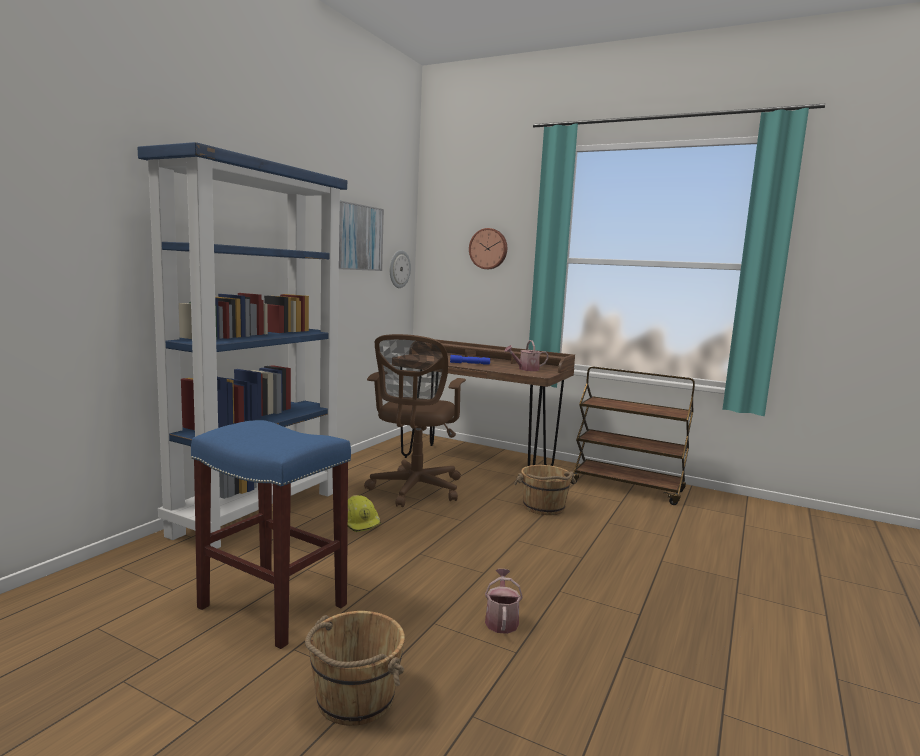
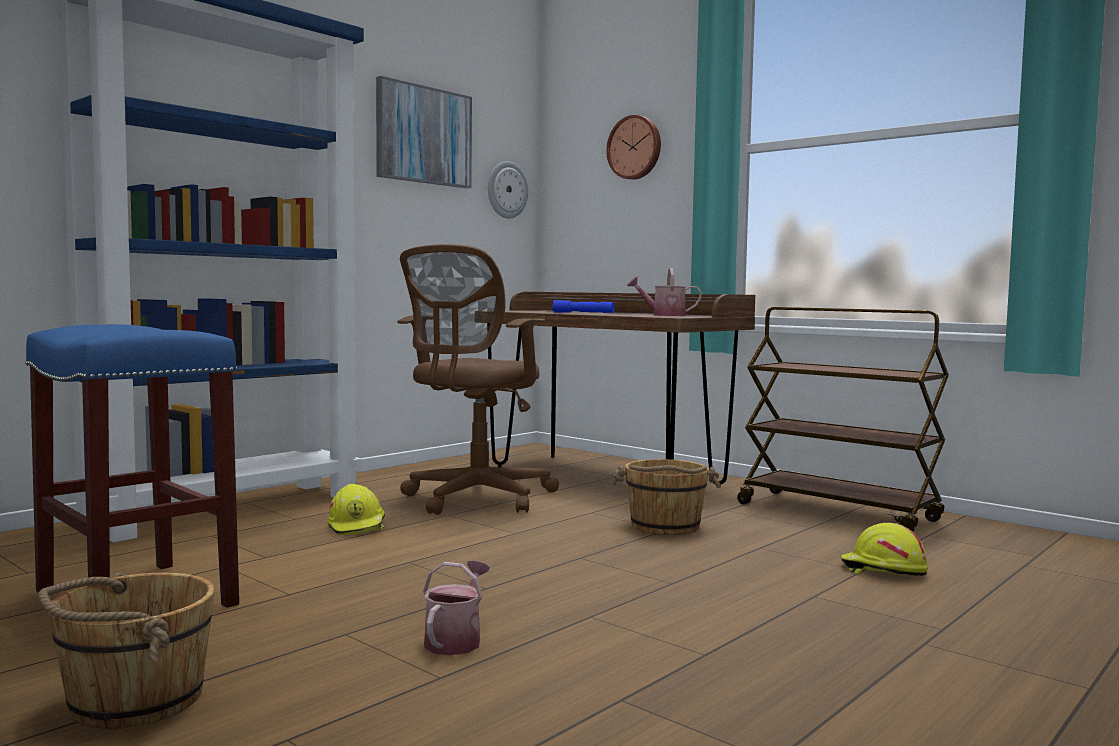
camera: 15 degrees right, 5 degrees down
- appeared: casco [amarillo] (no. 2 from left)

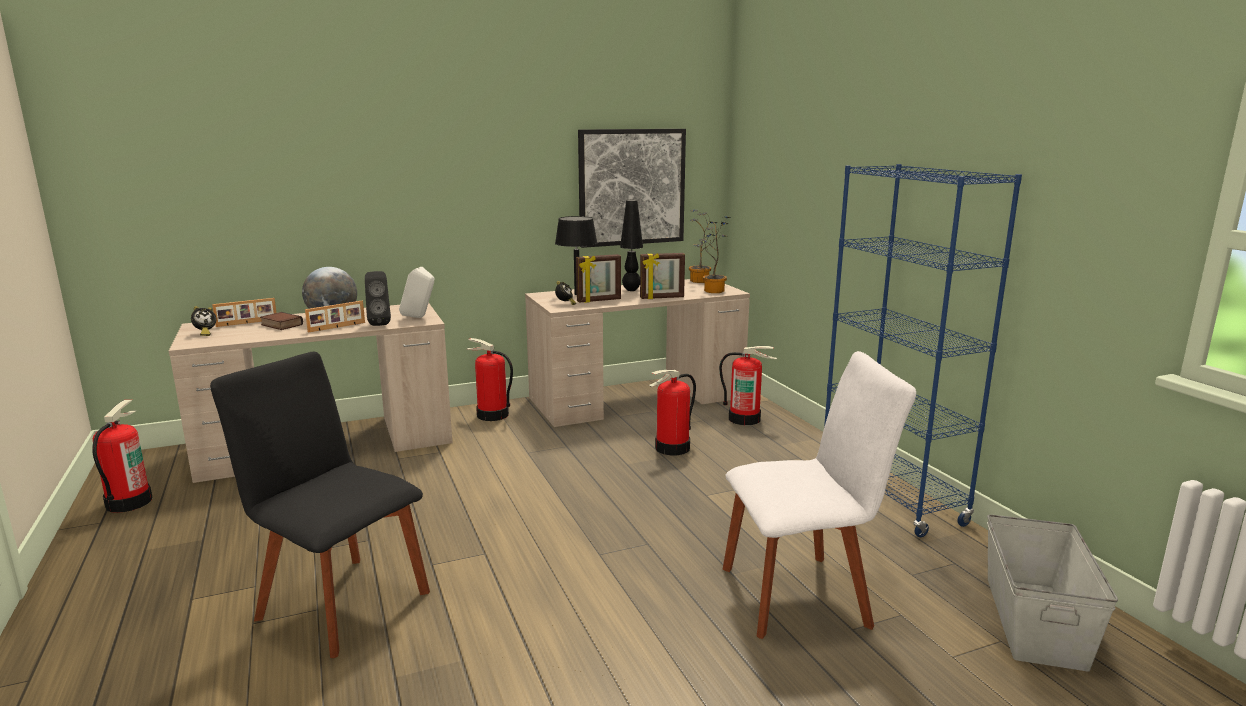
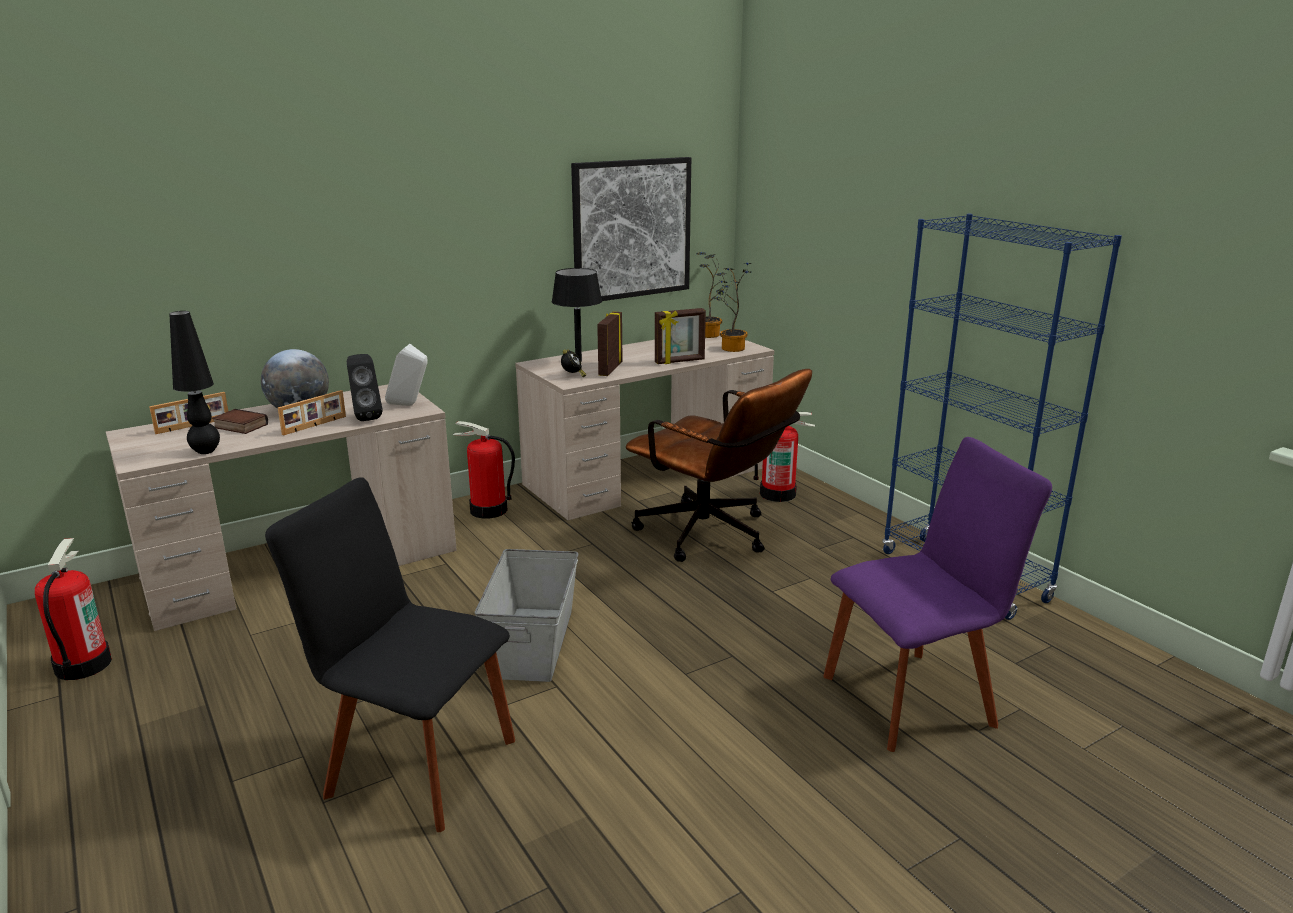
camera: 10 degrees left, 5 degrees up
- missing: despertador (no. 1 from left)
- relocated: lámpara de mesa [negro] (no. 2 from left in the first image) to lámpara de mesa [negro] (no. 1 from left)
- relocated: caja de almacenaje [gris]
- exchanged: extintor (no. 3 from left) to silla de oficina [marrón]
- colour: silla [blanco] to silla [morado]
- spun: portarretratos (no. 3 from left) 135 degrees clockwise

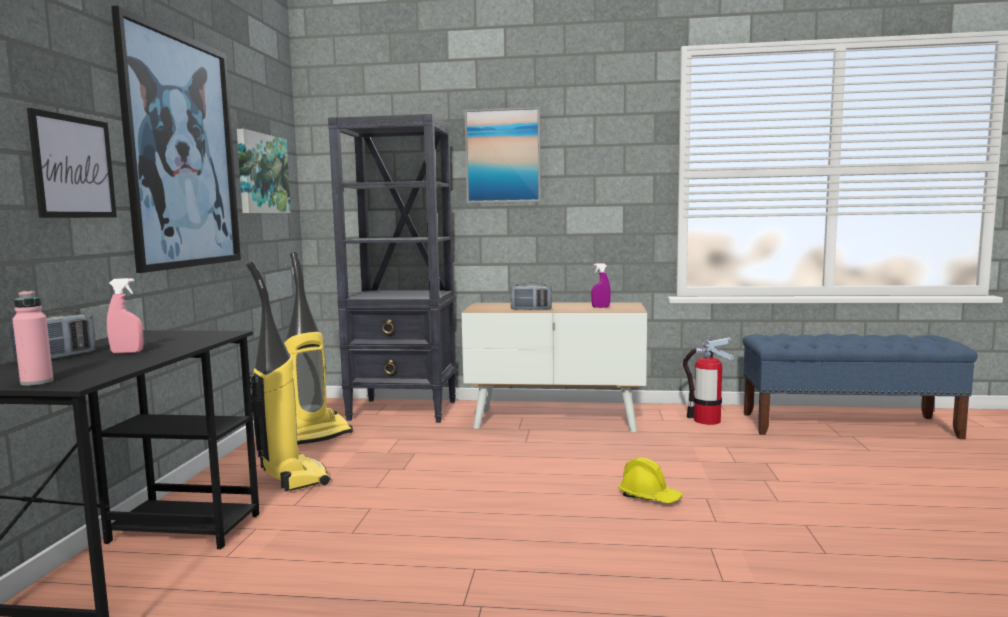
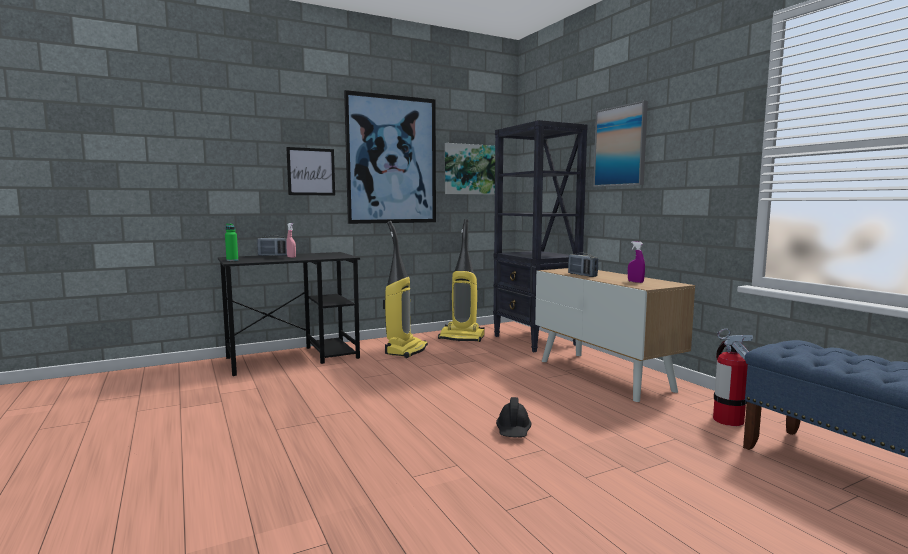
camera: 55 degrees right, 0 degrees up
- colour: botella [rosa] to botella [verde]
- colour: casco [amarillo] to casco [negro]

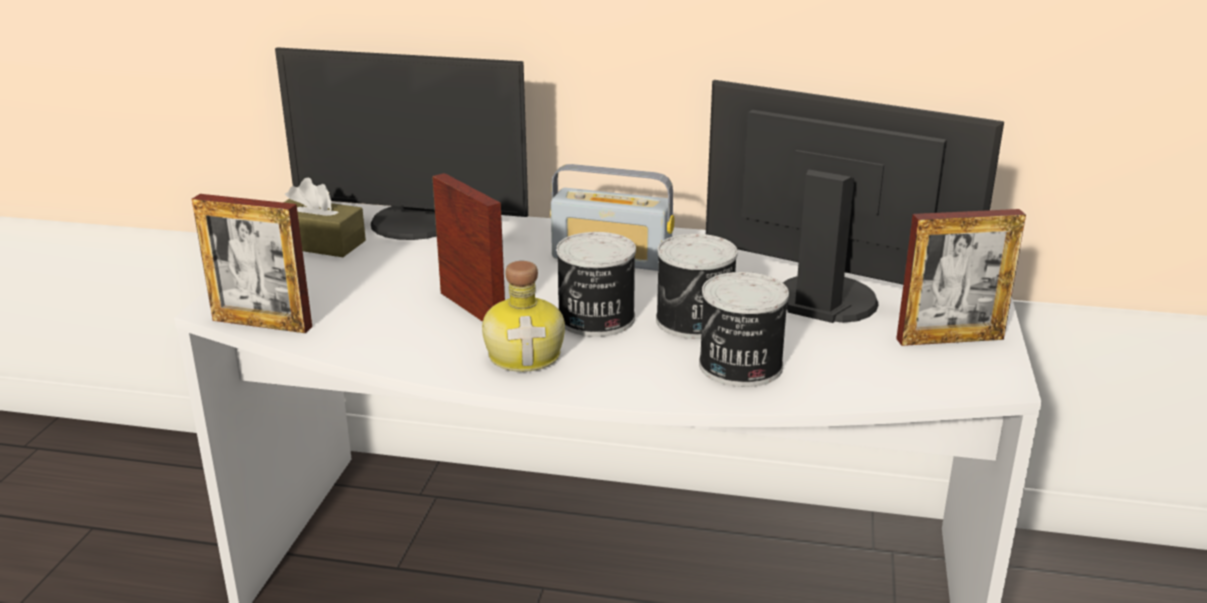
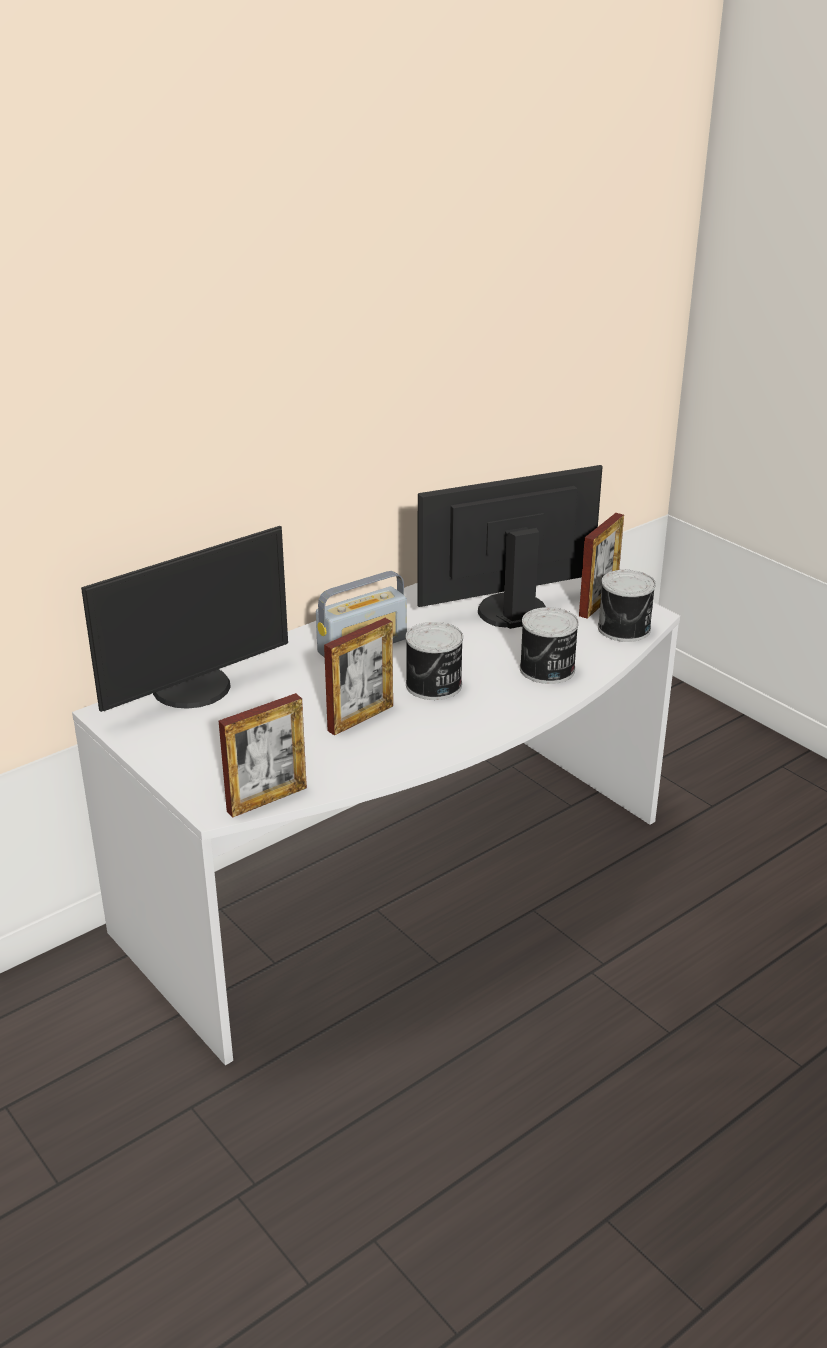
camera: 50 degrees left, 5 degrees up
- missing: caja de pañuelos [marrón]
- missing: botella
- relocated: lata (no. 2 from left in the first image) to lata (no. 3 from left)
- spun: portarretratos (no. 2 from left) 135 degrees clockwise

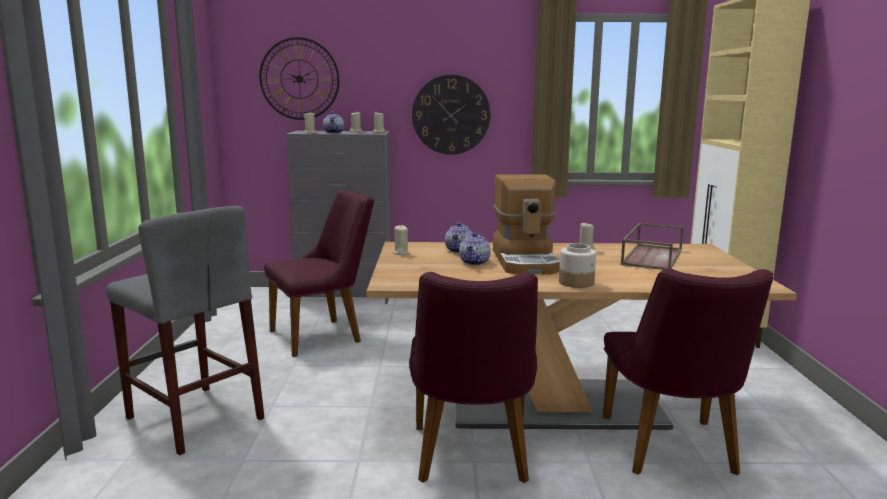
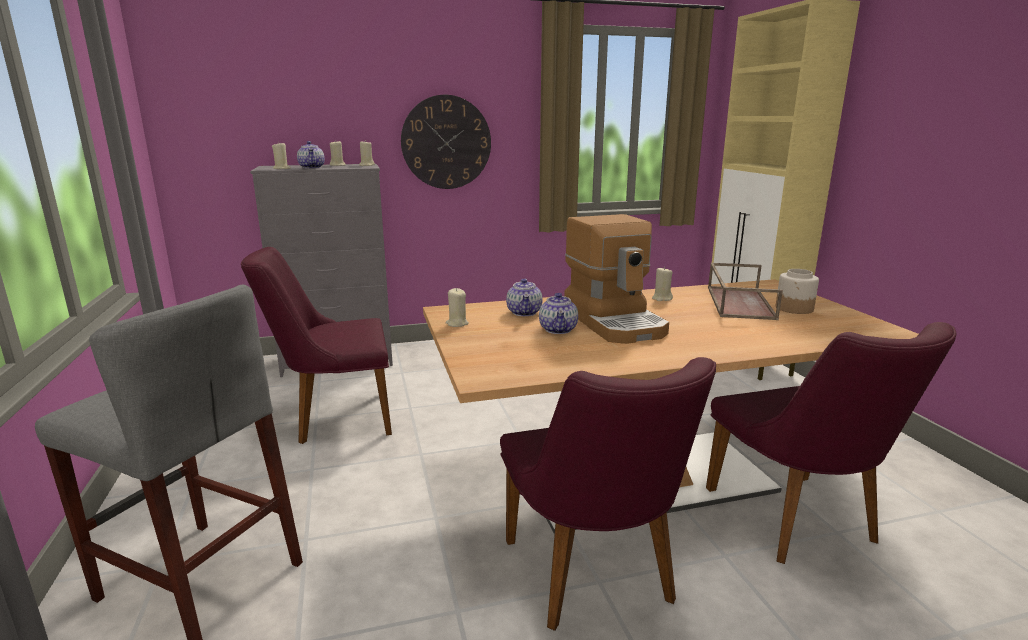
camera: 15 degrees left, 5 degrees up
- missing: reloj de pared (no. 1 from left)
- relocated: tarro
- spun: silla [morado] (no. 1 from left) 150 degrees counterclockwise

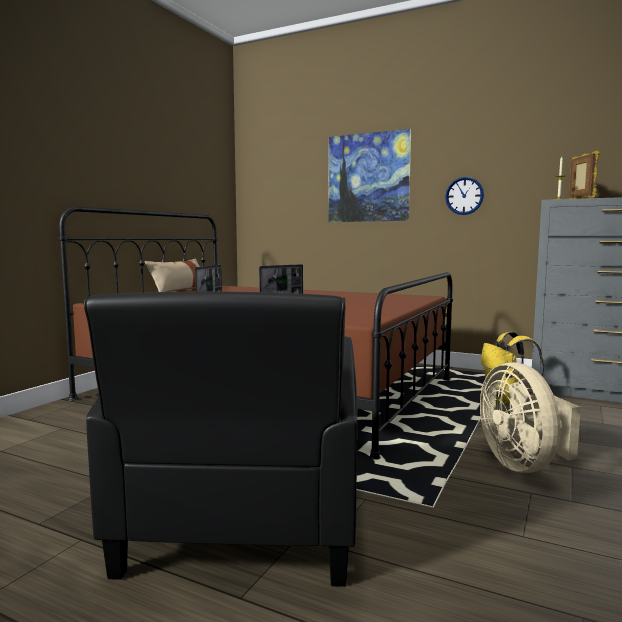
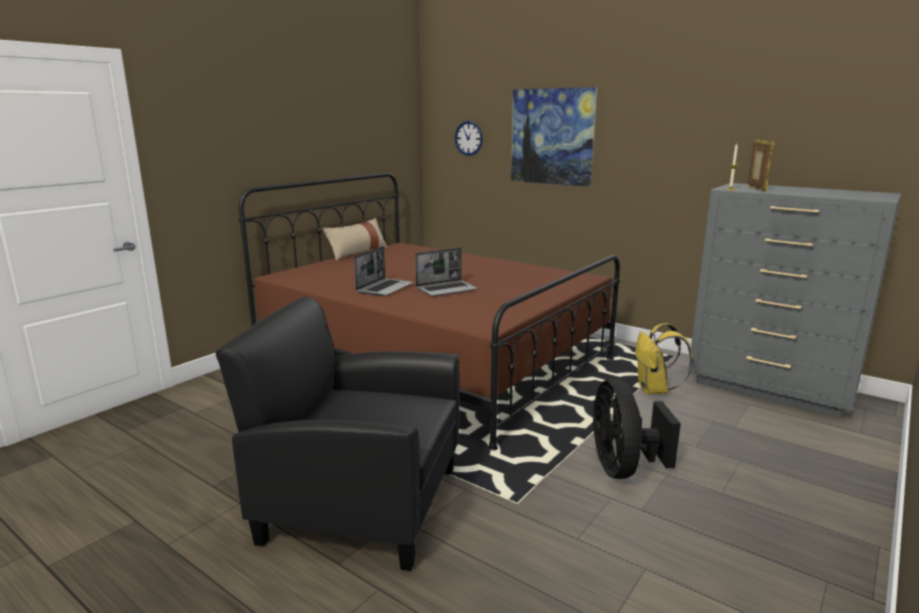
camera: 10 degrees right, 10 degrees up
- relocated: reloj de pared
- colour: ventilador [beis] to ventilador [negro]
- spun: sillón [negro] 90 degrees clockwise

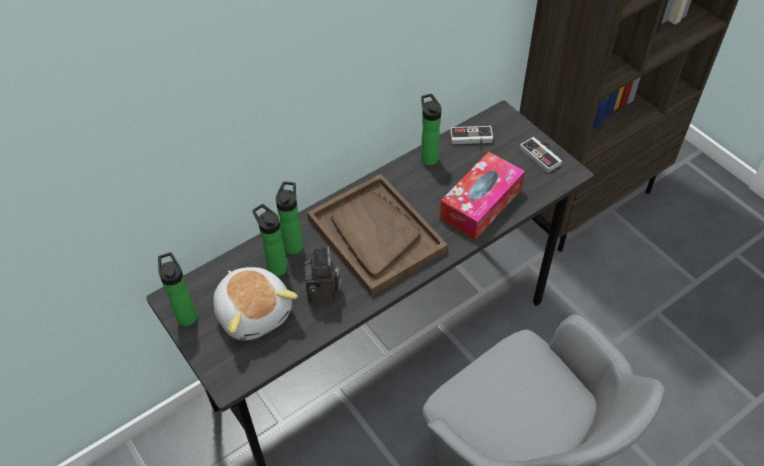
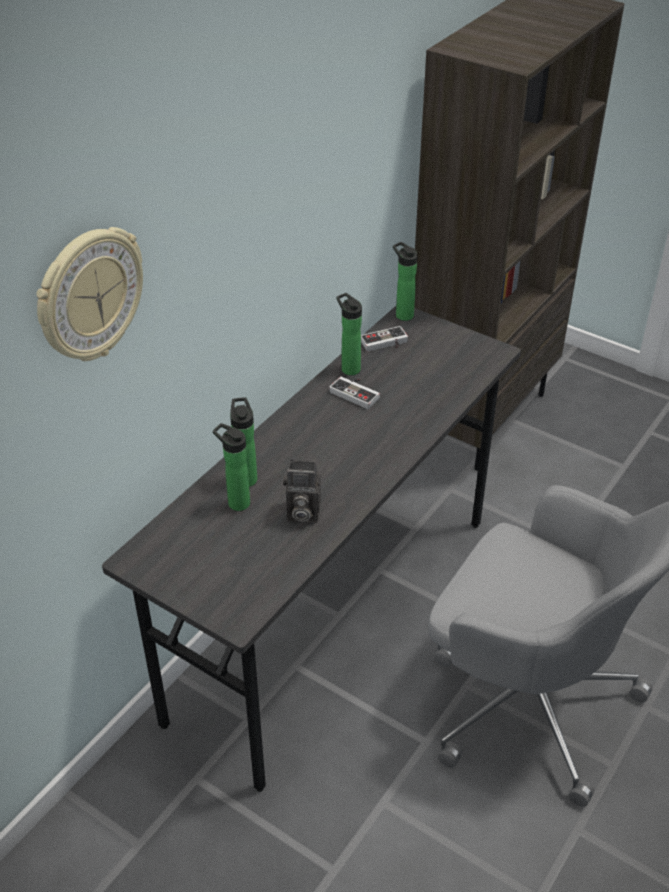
camera: 20 degrees left, 10 degrees down
- missing: peluche
- missing: bandeja [marrón]
- missing: caja de pañuelos
- appeared: reloj de pared
- relocated: botella (no. 1 from left in the first image) to botella (no. 4 from left)
- relocated: mando de consola (no. 2 from left in the first image) to mando de consola (no. 1 from left)
- spun: cámara 120 degrees clockwise

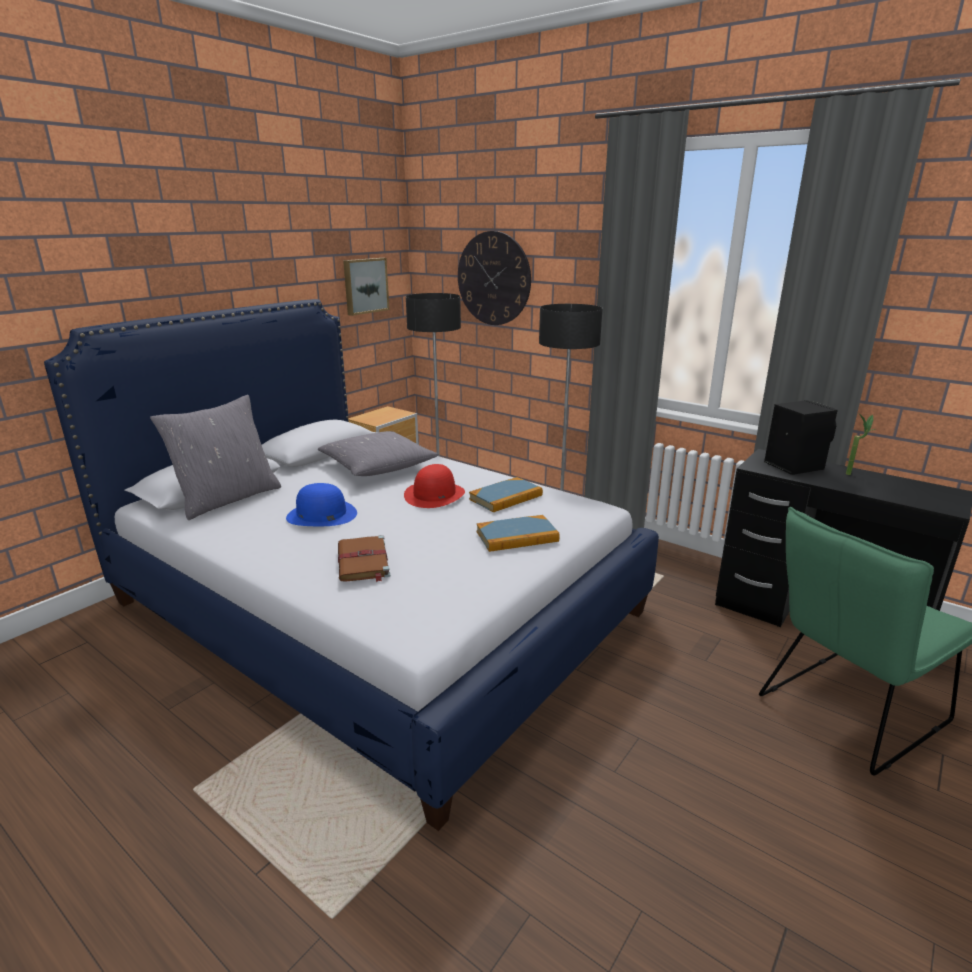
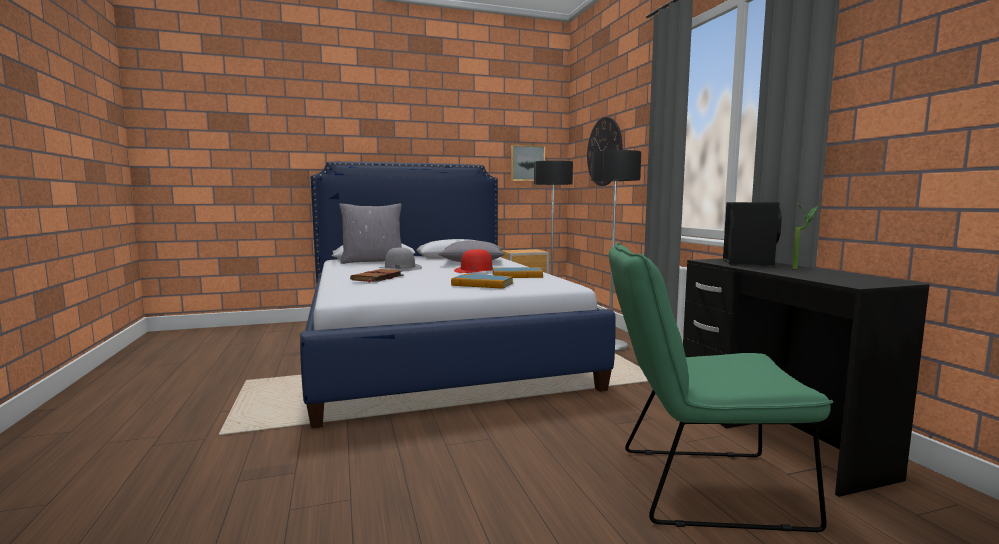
camera: 35 degrees right, 15 degrees down
- colour: sombrero [azul] to sombrero [gris]

